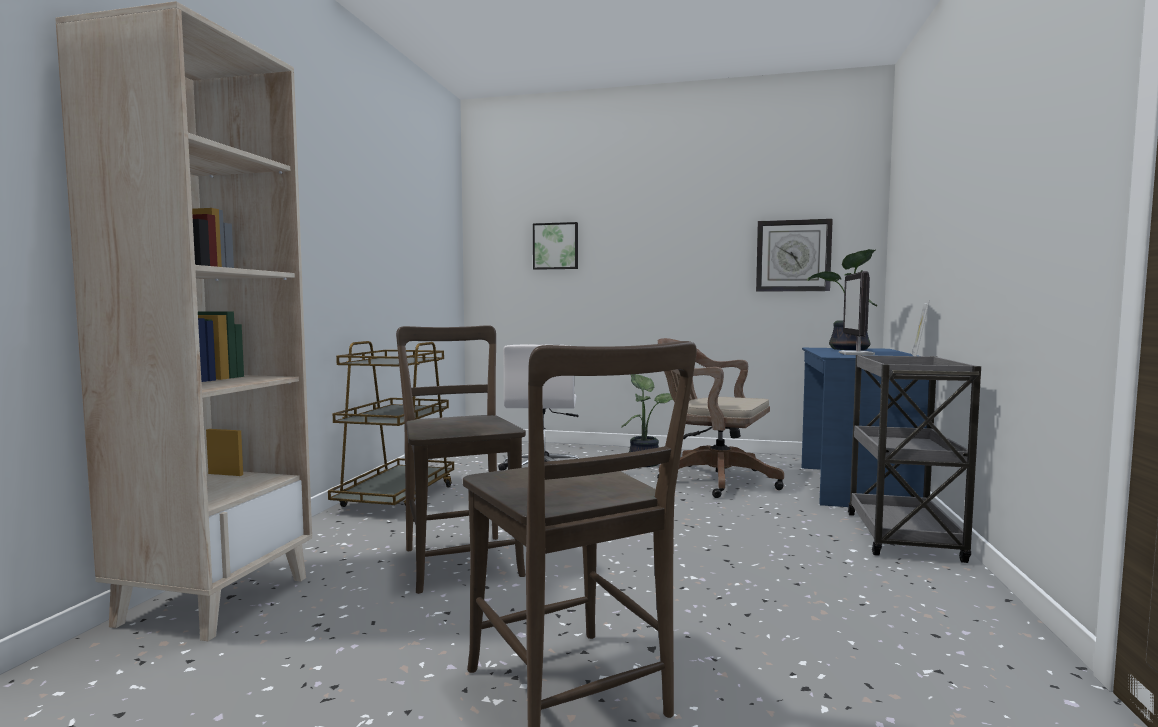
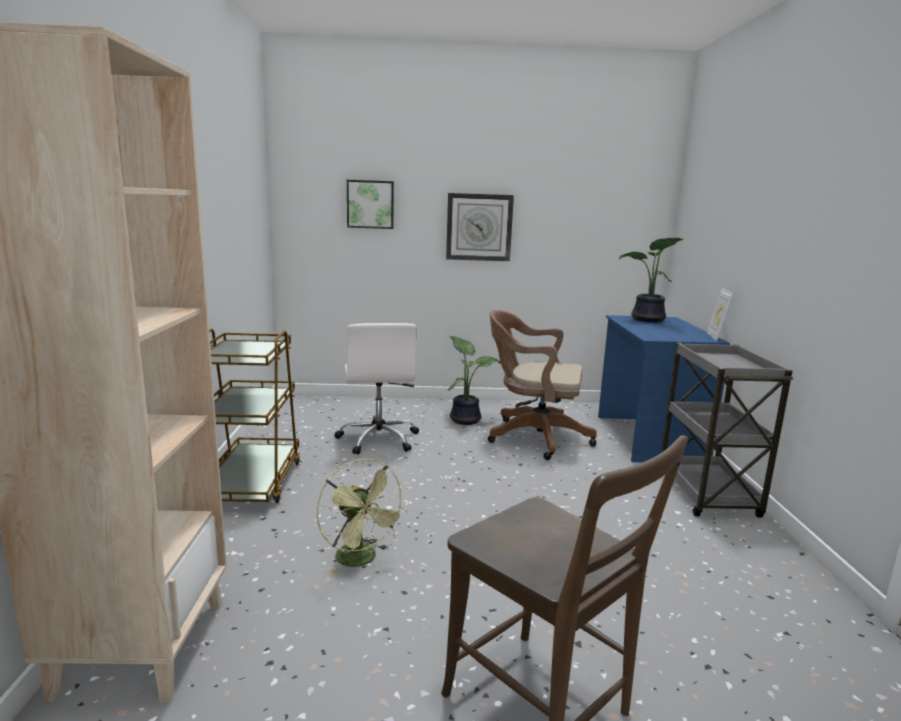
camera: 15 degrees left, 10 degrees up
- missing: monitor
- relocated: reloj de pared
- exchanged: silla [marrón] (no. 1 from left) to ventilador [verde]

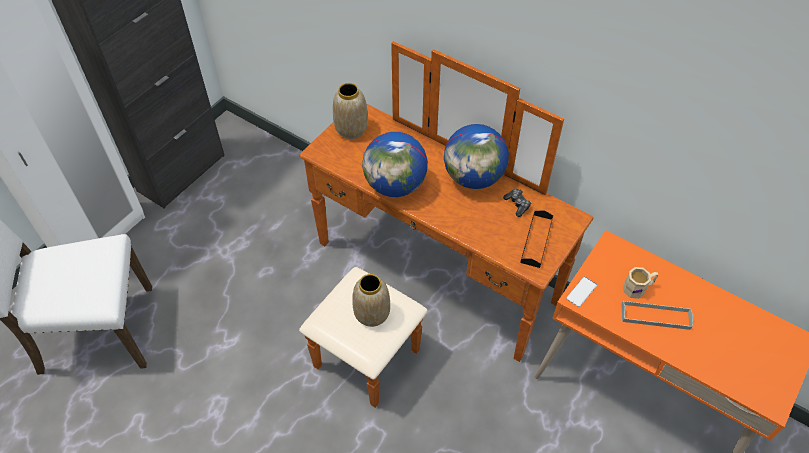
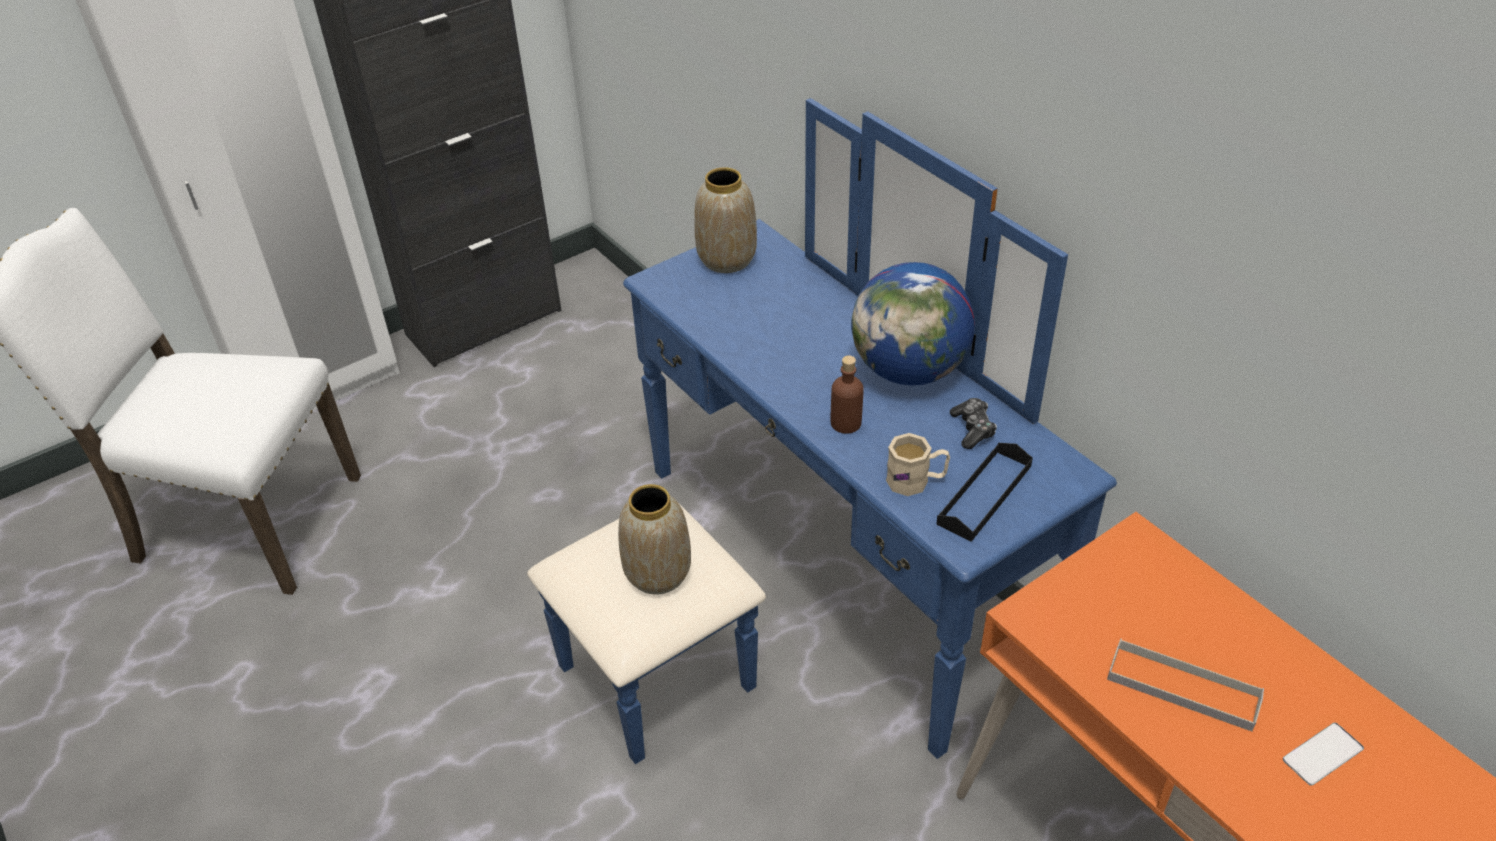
camera: 20 degrees right, 10 degrees down
- missing: globo terráqueo (no. 1 from left)
- appeared: botella [marrón]
- relocated: móvil
- relocated: taza grande [beis]
- colour: cómoda [marrón] to cómoda [azul]

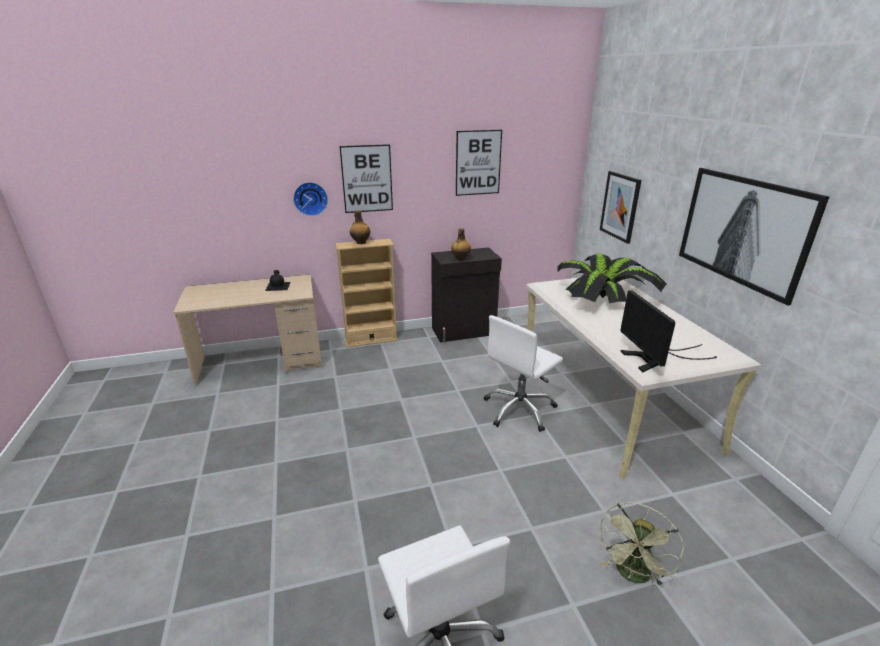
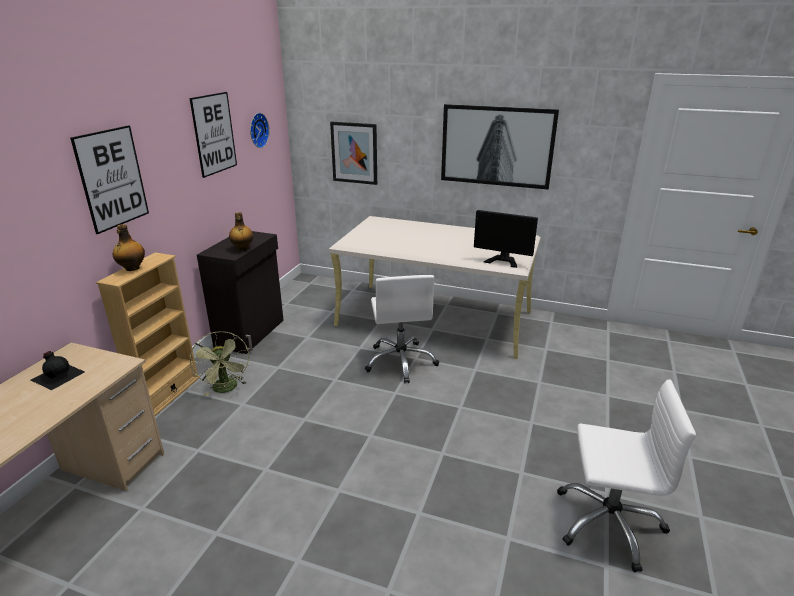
camera: 55 degrees left, 0 degrees up
- missing: planta en maceta
- relocated: reloj de pared
- relocated: ventilador [verde]

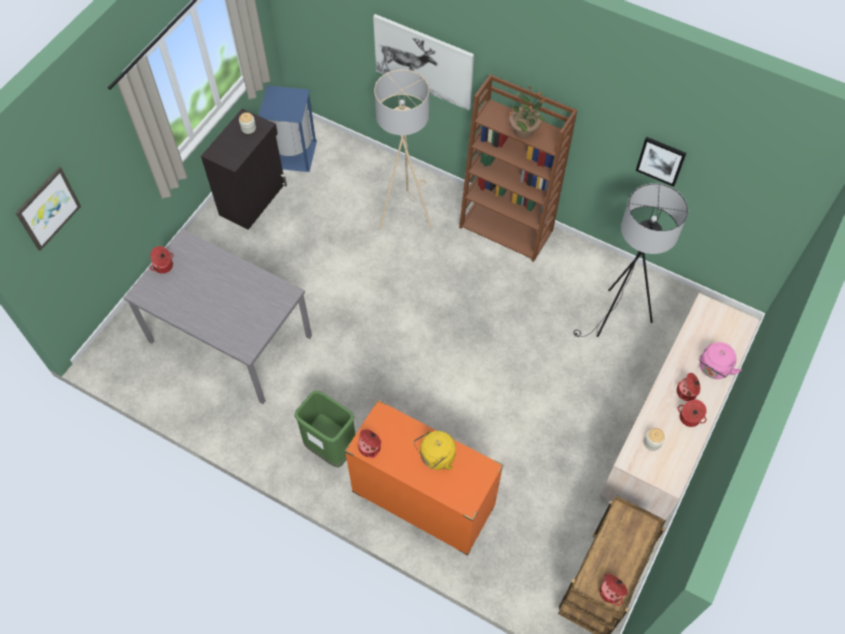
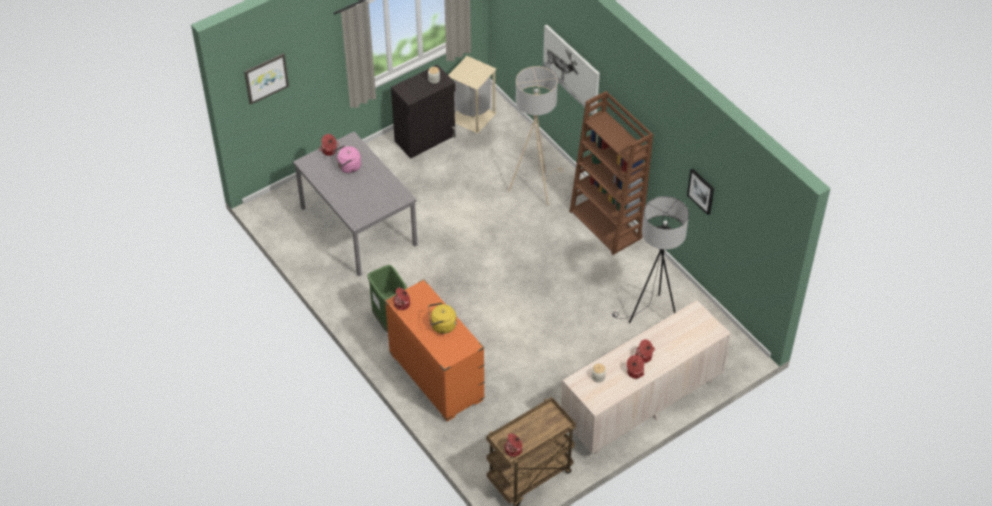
camera: 25 degrees right, 10 degrees down
- missing: planta en maceta
- relocated: hervidor [rosa]
- colour: papelera [azul] to papelera [beis]

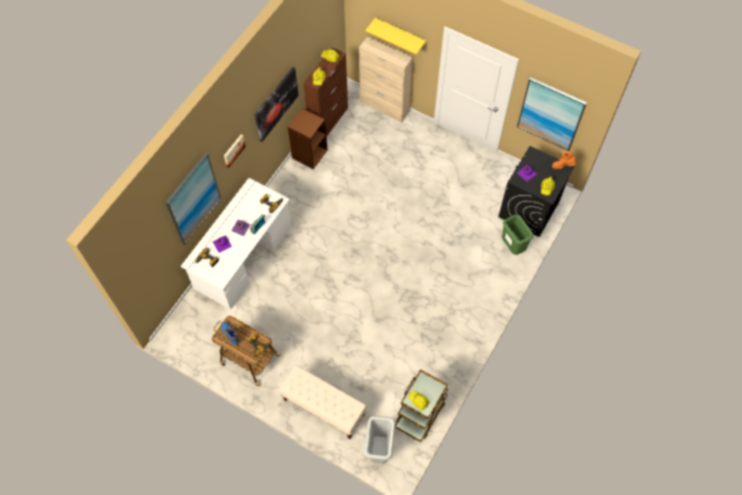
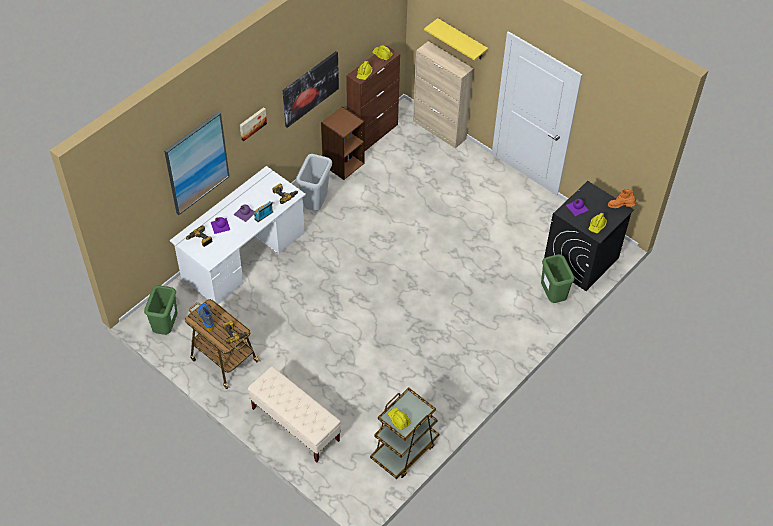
camera: 10 degrees right, 10 degrees down
- missing: cuadro (no. 4 from left)
- appeared: papelera [verde] (no. 1 from left)
- relocated: papelera [gris]

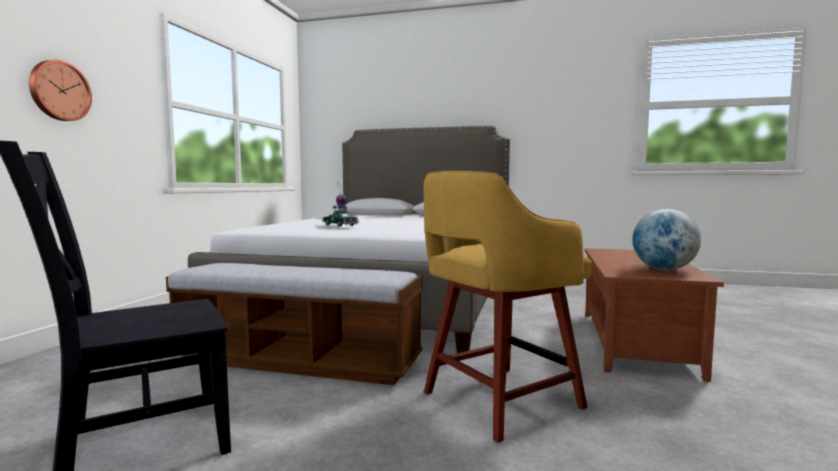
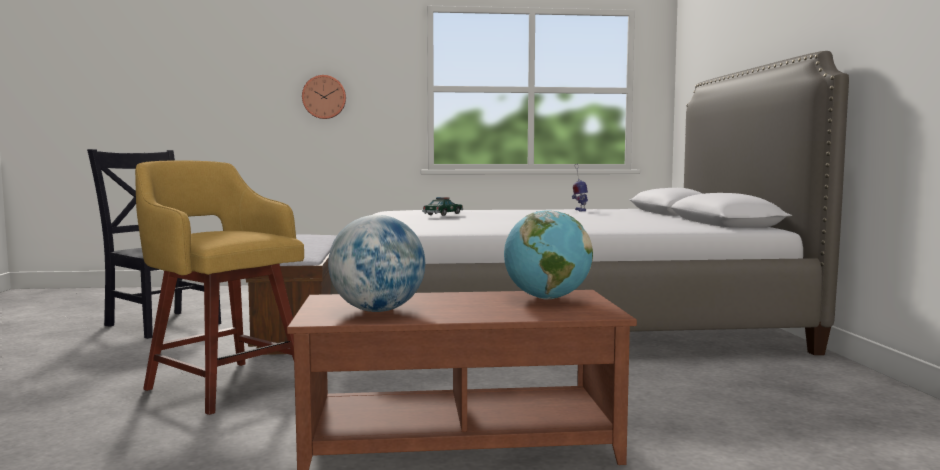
camera: 70 degrees right, 0 degrees up
- appeared: globo terráqueo (no. 2 from left)

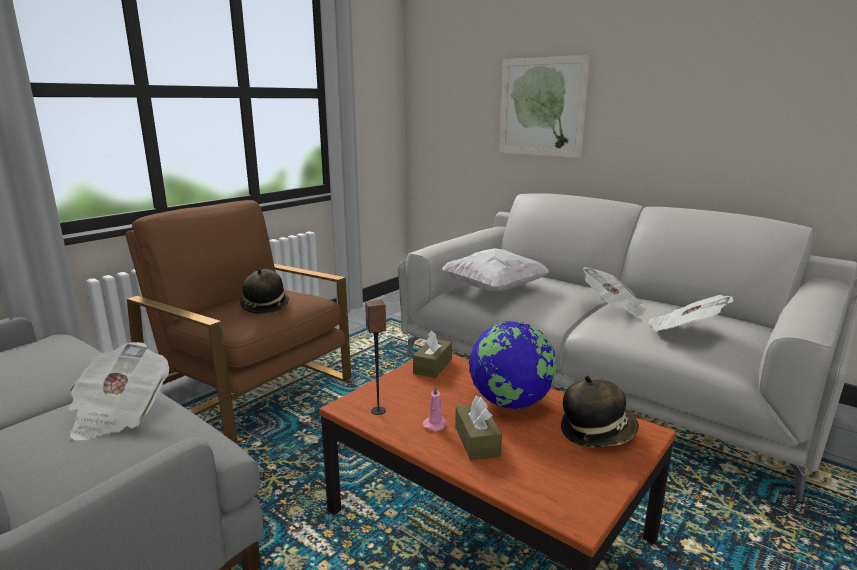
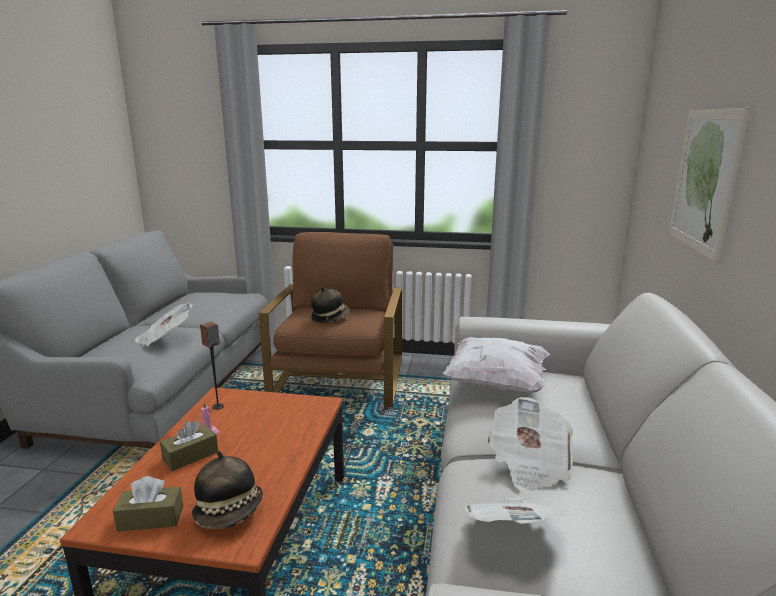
camera: 60 degrees right, 0 degrees up
- missing: globo terráqueo
- relocated: caja de pañuelos [marrón] (no. 1 from left)

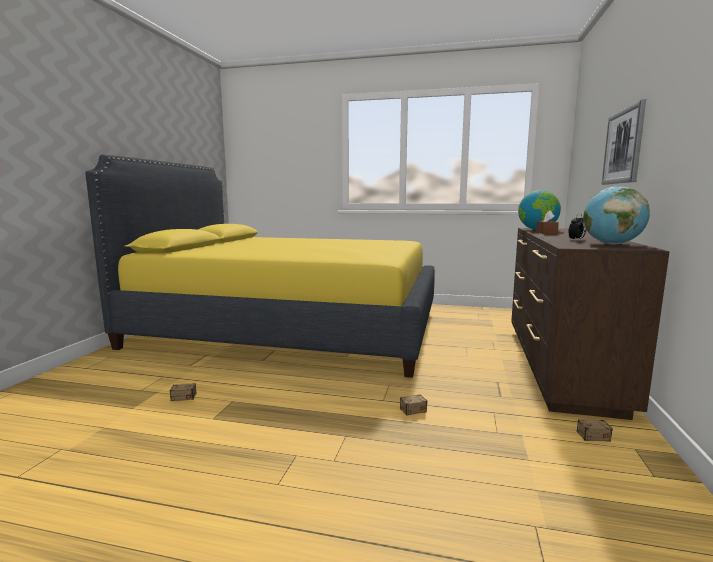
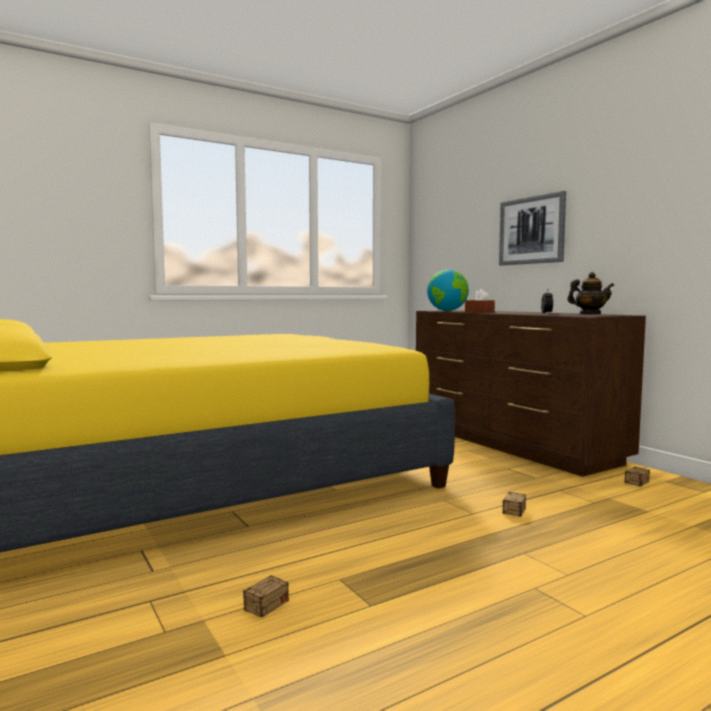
camera: 45 degrees left, 5 degrees down
- exchanged: globo terráqueo (no. 2 from left) to tetera

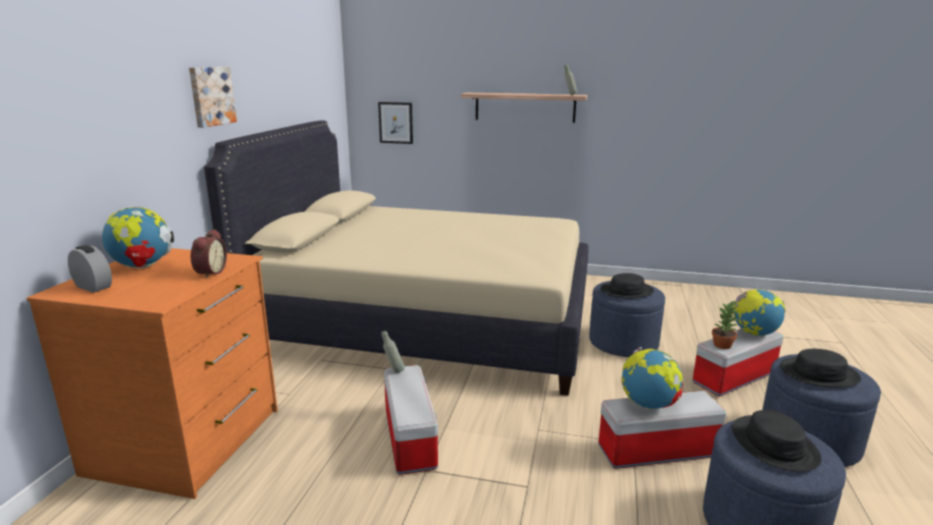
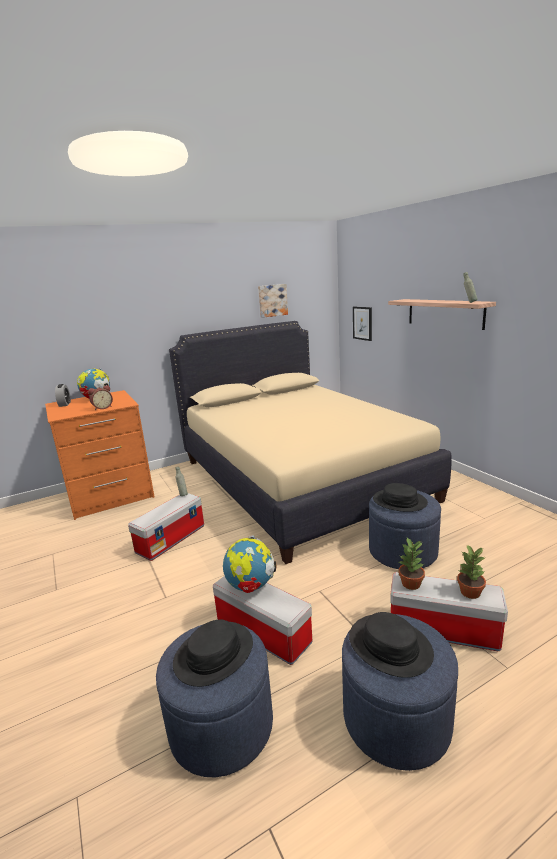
camera: 50 degrees right, 0 degrees up
- relocated: cuadro (no. 1 from left)
- exchanged: globo terráqueo (no. 3 from left) to planta en maceta (no. 2 from left)

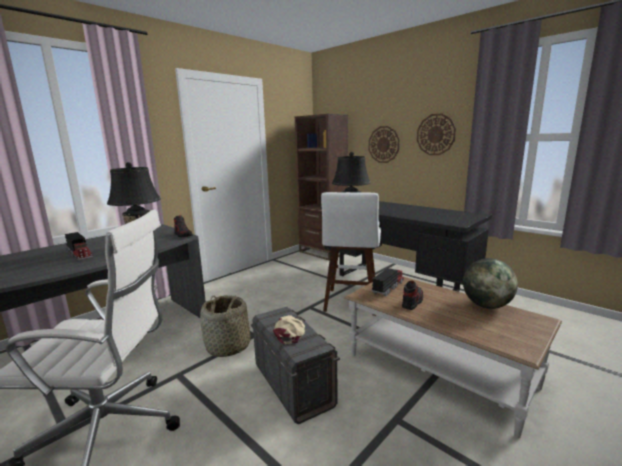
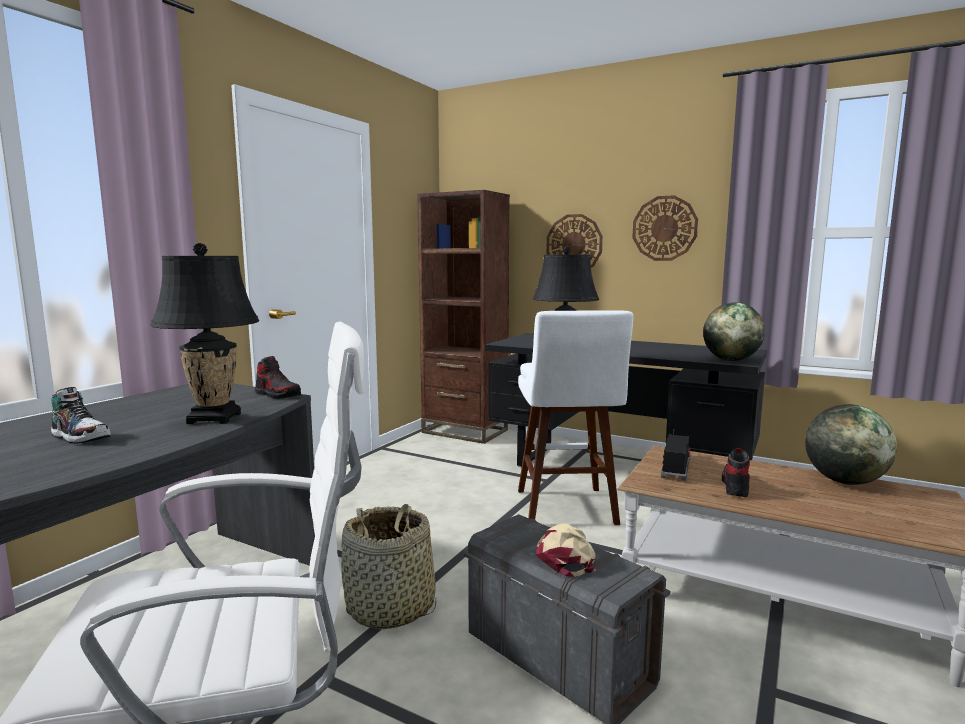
camera: 15 degrees left, 5 degrees down
- appeared: globo terráqueo (no. 1 from left)
- exchanged: camión de juguete (no. 1 from left) to zapato (no. 1 from left)

